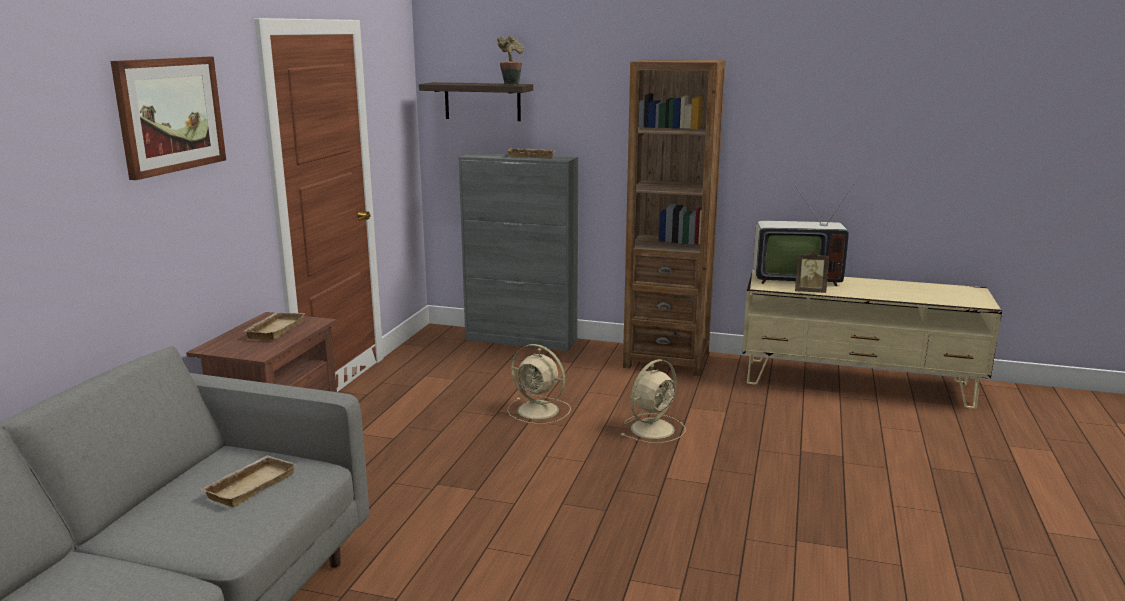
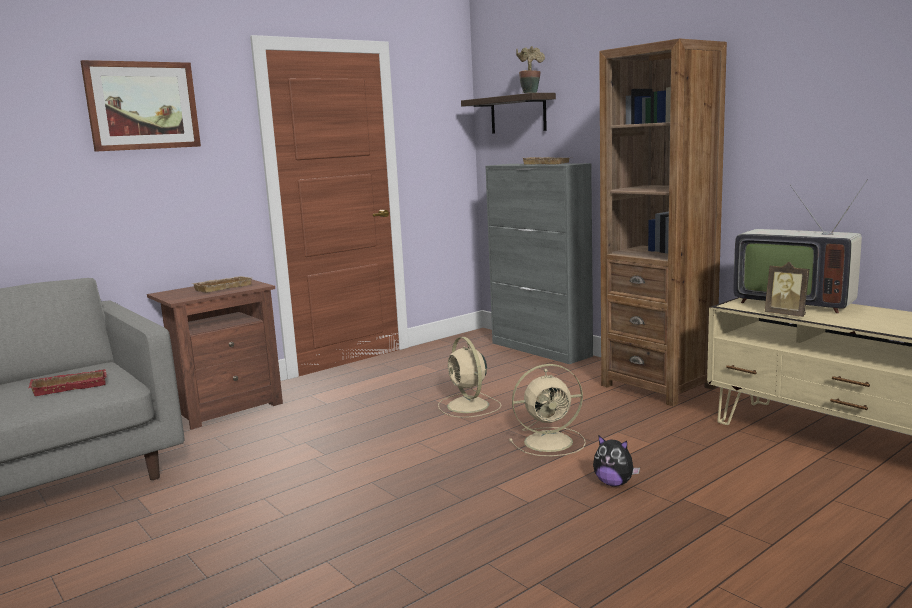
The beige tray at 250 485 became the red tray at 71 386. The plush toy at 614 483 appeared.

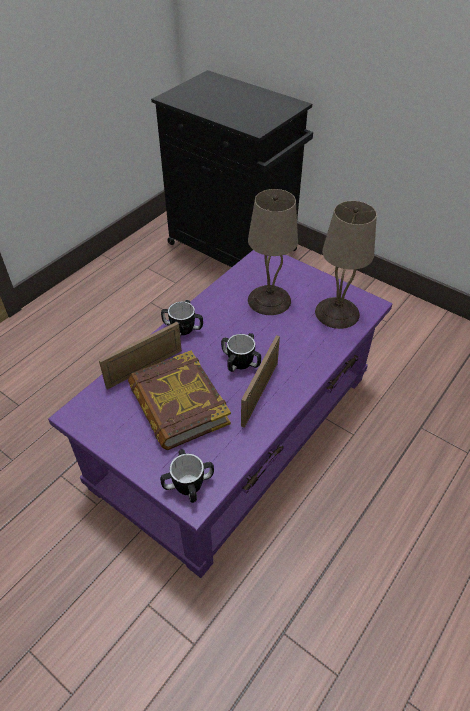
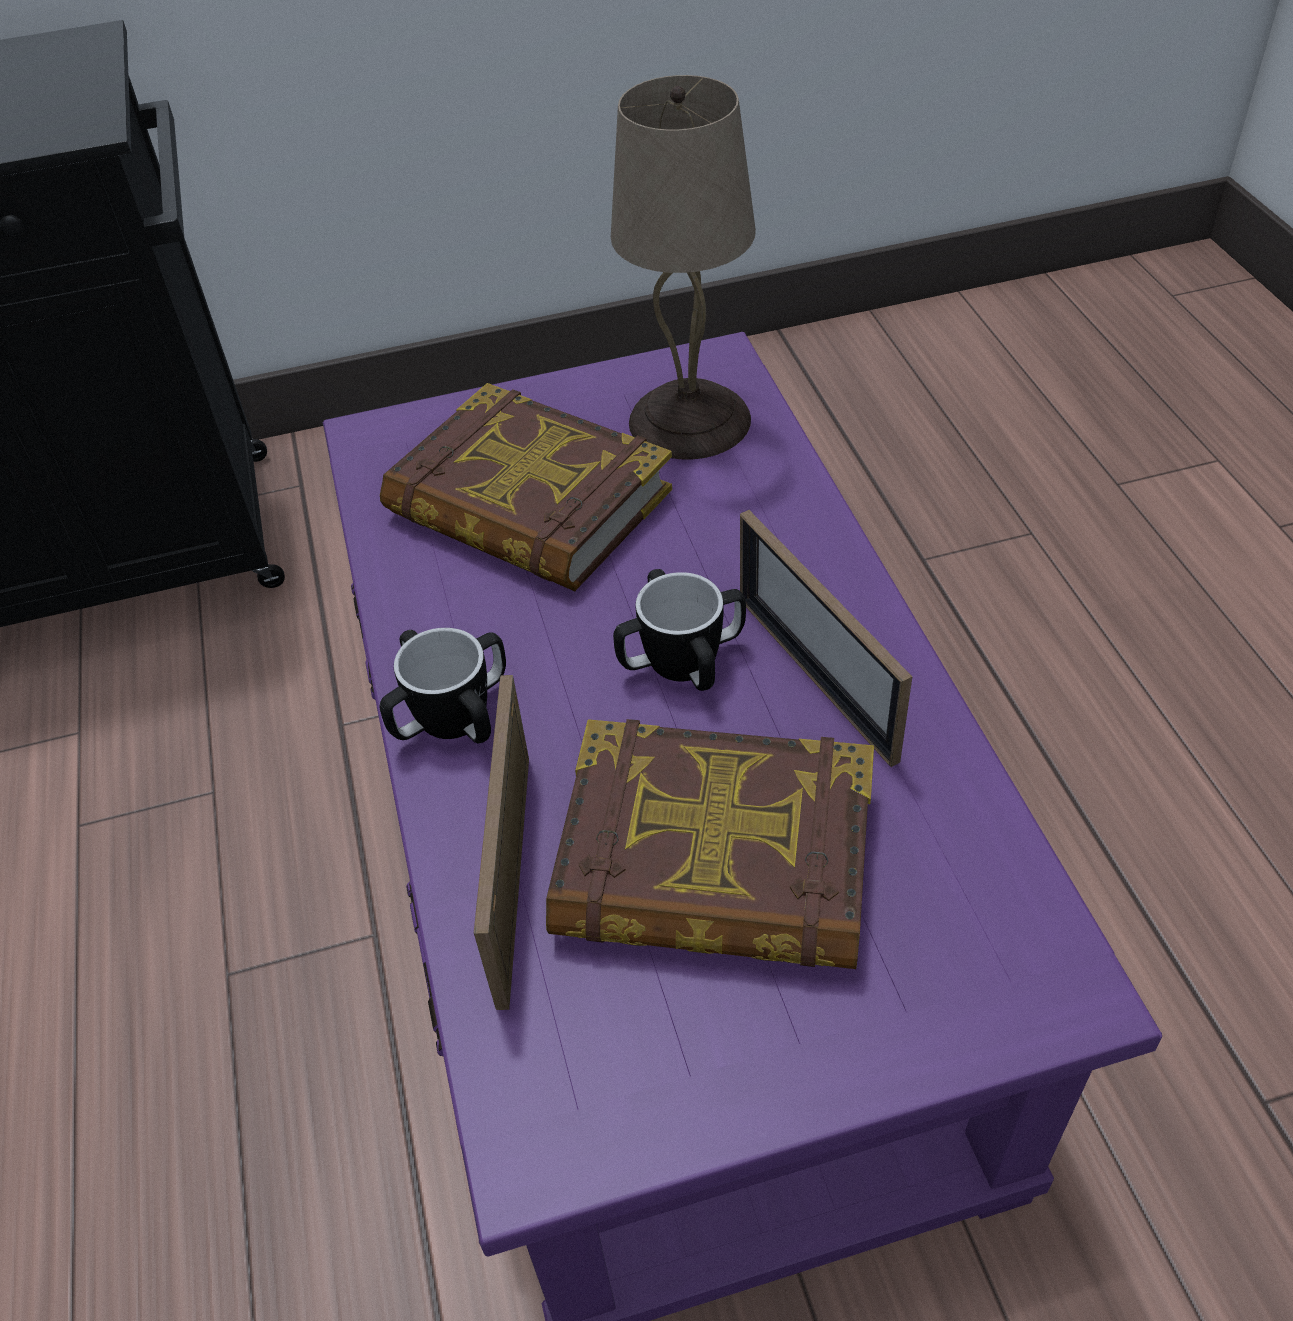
The beige table lamp at 268 300 was replaced by the book at 528 505. The mug at 188 485 disappeared.

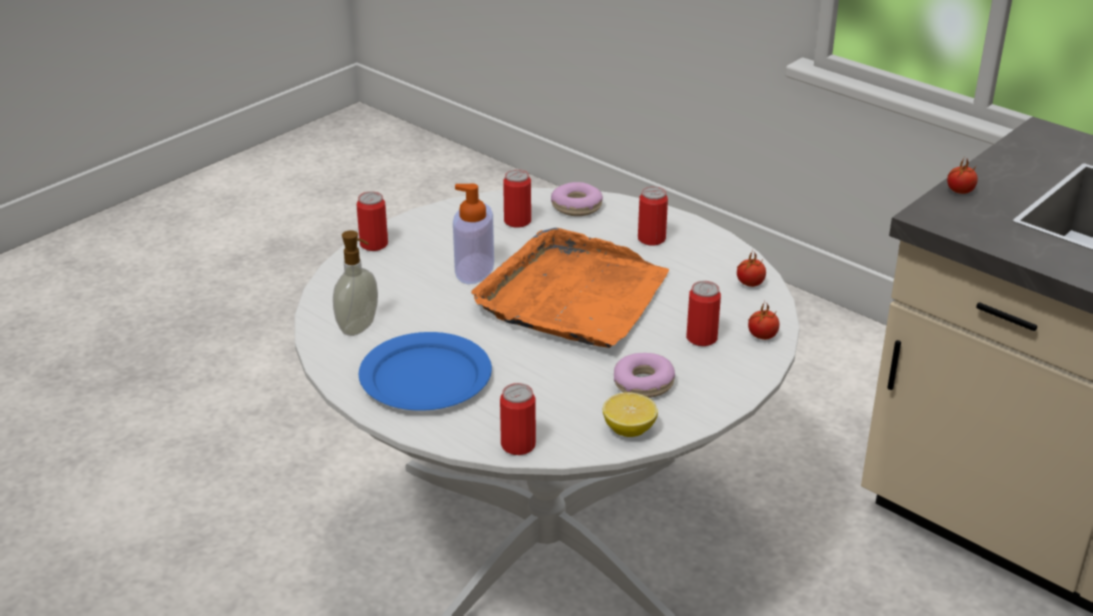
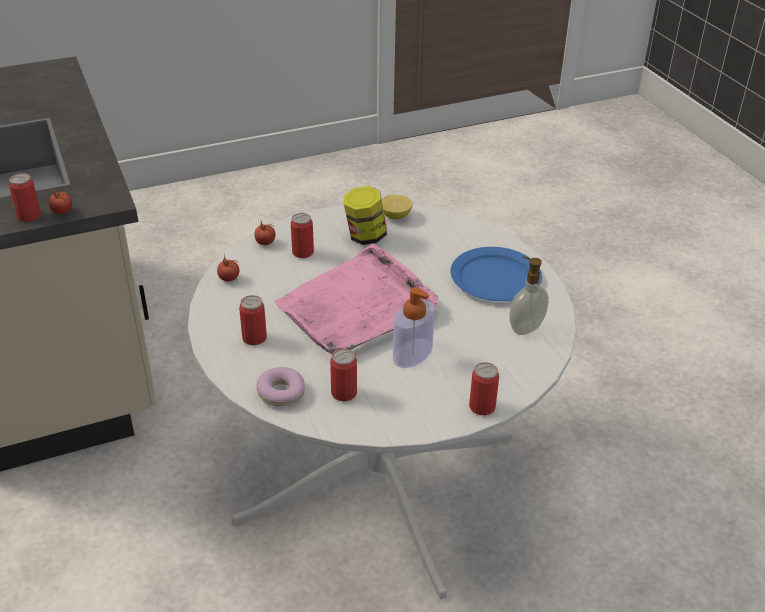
The can moved from 518 445 to 29 216. The orange tray at 573 296 became the pink tray at 357 306. The donut at 643 384 was replaced by the jar at 365 236.

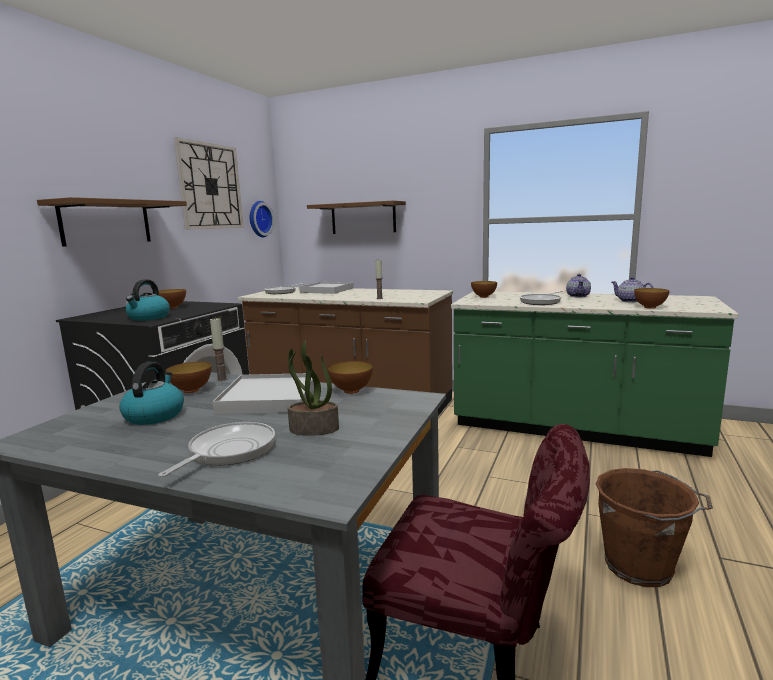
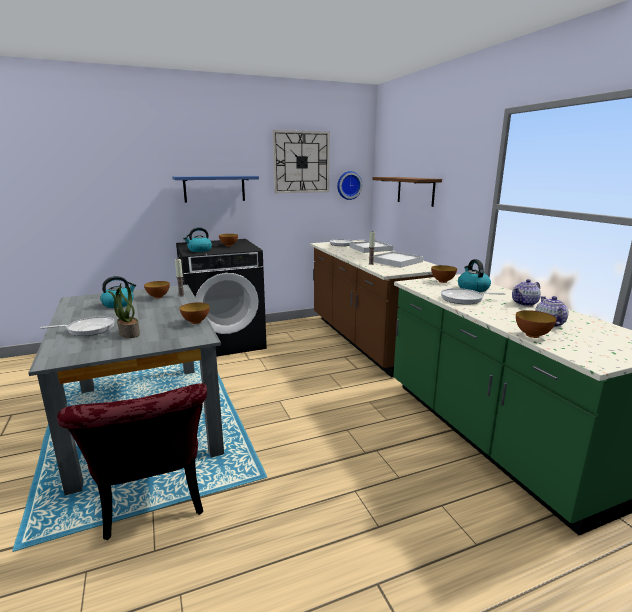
The brown shelf at 106 222 became the blue shelf at 214 188. The white tray moved from 269 398 to 396 261. The kettle at 472 288 appeared. The brown bucket at 641 567 disappeared.

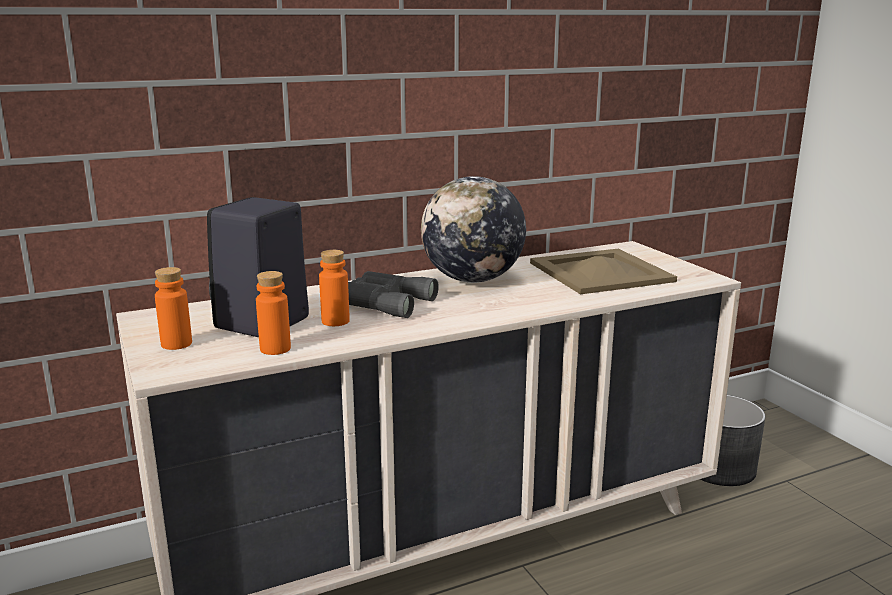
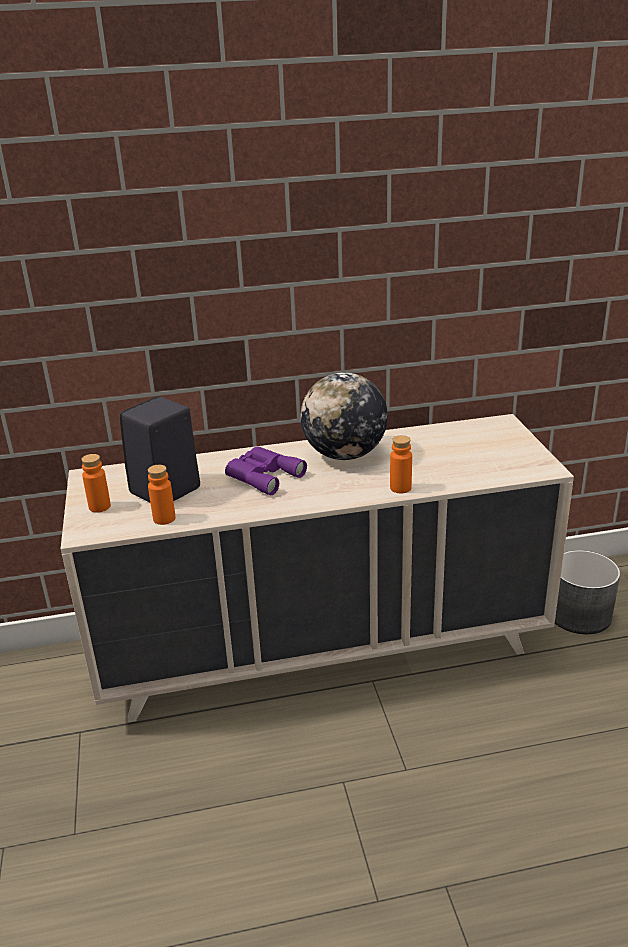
The grey binoculars at 383 302 became the purple binoculars at 262 475. The orange bottle moved from 335 321 to 400 488. The beige tray at 601 271 disappeared.

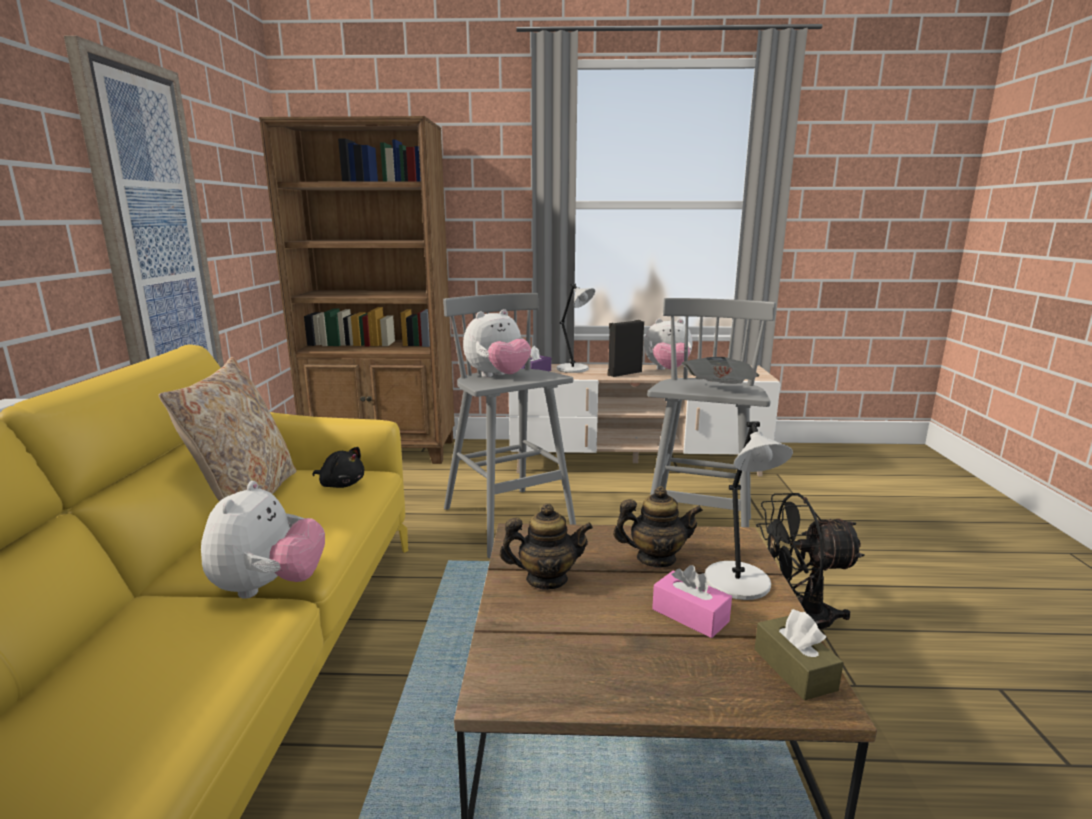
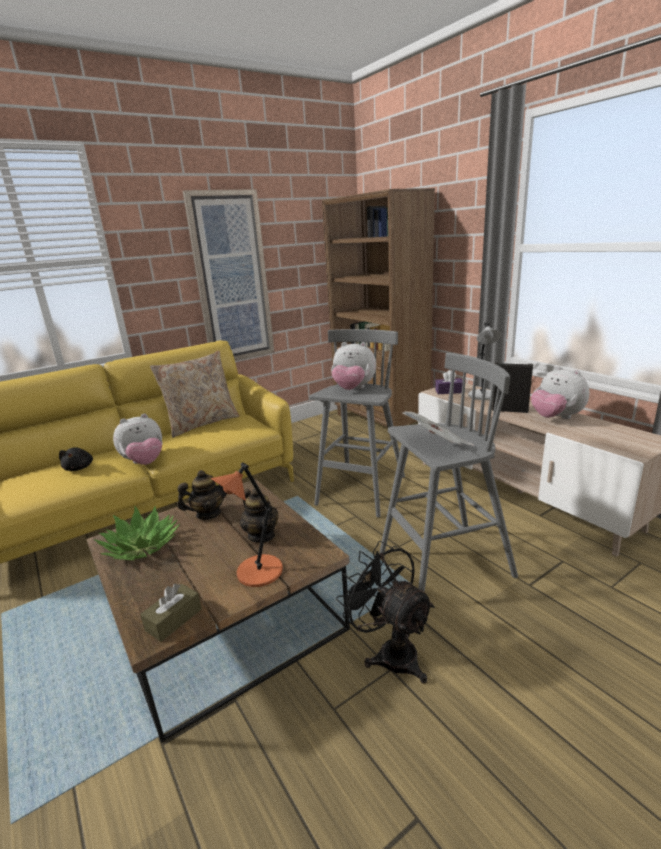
The black plush toy moved from 341 484 to 79 468. The potted plant at 142 547 appeared. The teapot at 546 579 turned 75 degrees counterclockwise. The grey table lamp at 739 584 became the orange table lamp at 257 573. The pink tissue box at 690 615 disappeared.

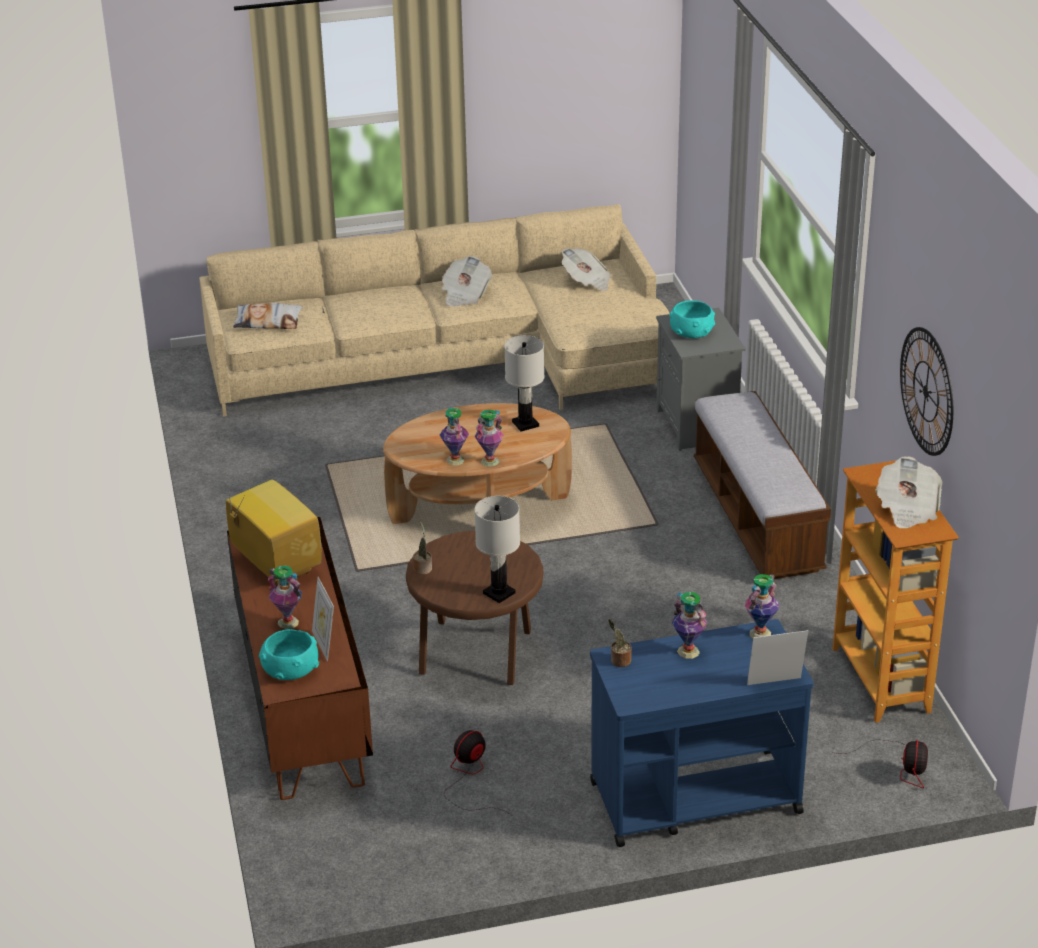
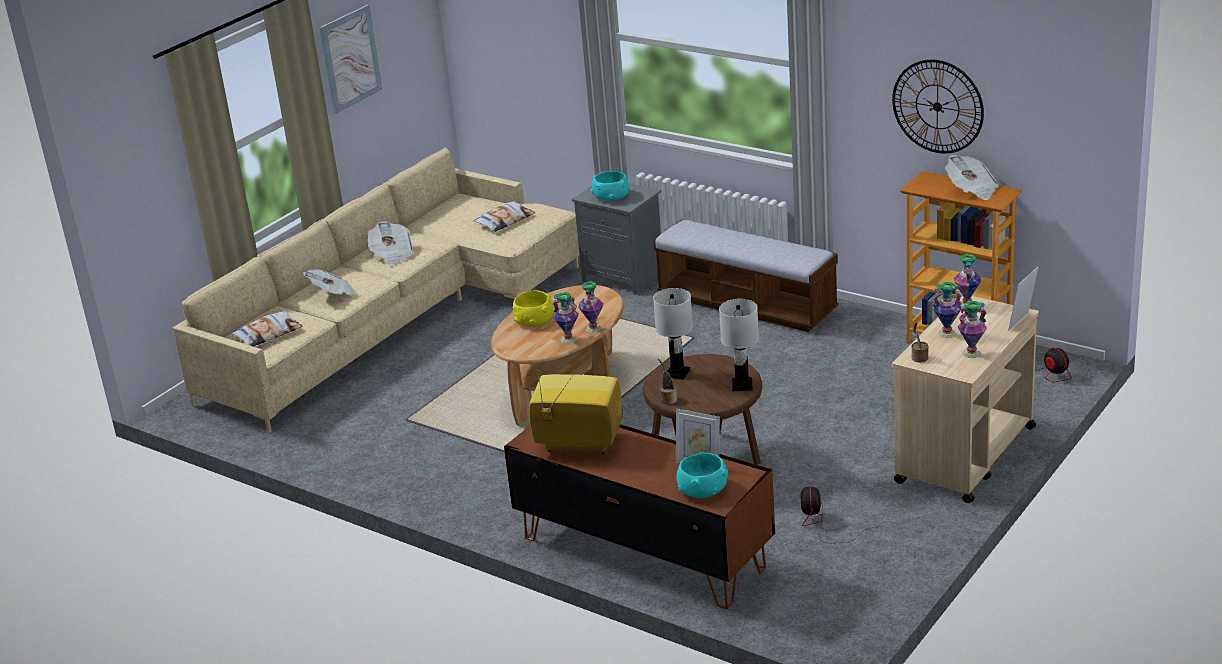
The newspaper moved from 587 281 to 333 294. The picture at 350 58 appeared. The pillow at 505 221 appeared. The yellow bowl at 534 320 appeared. The white table lamp moved from 525 424 to 677 373. The blue cart at 693 797 became the beige cart at 964 455. The vase moved from 288 622 to 971 353.

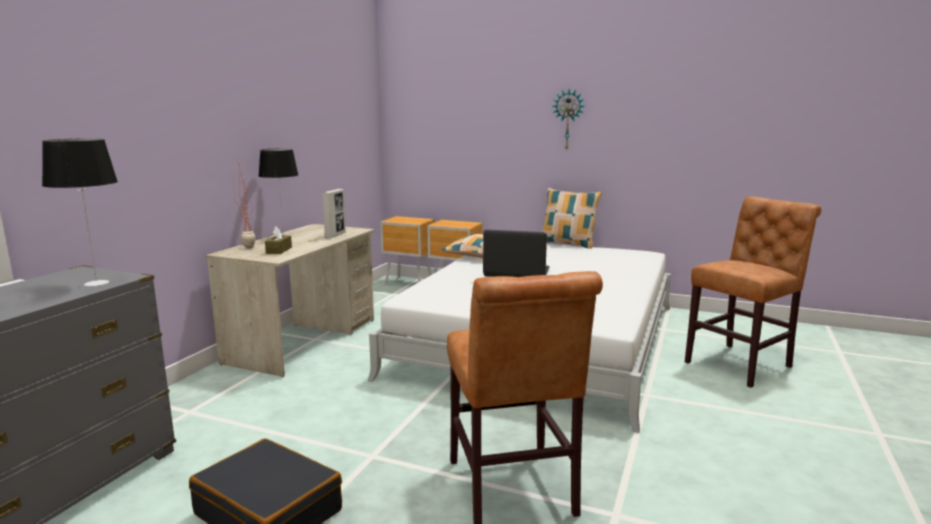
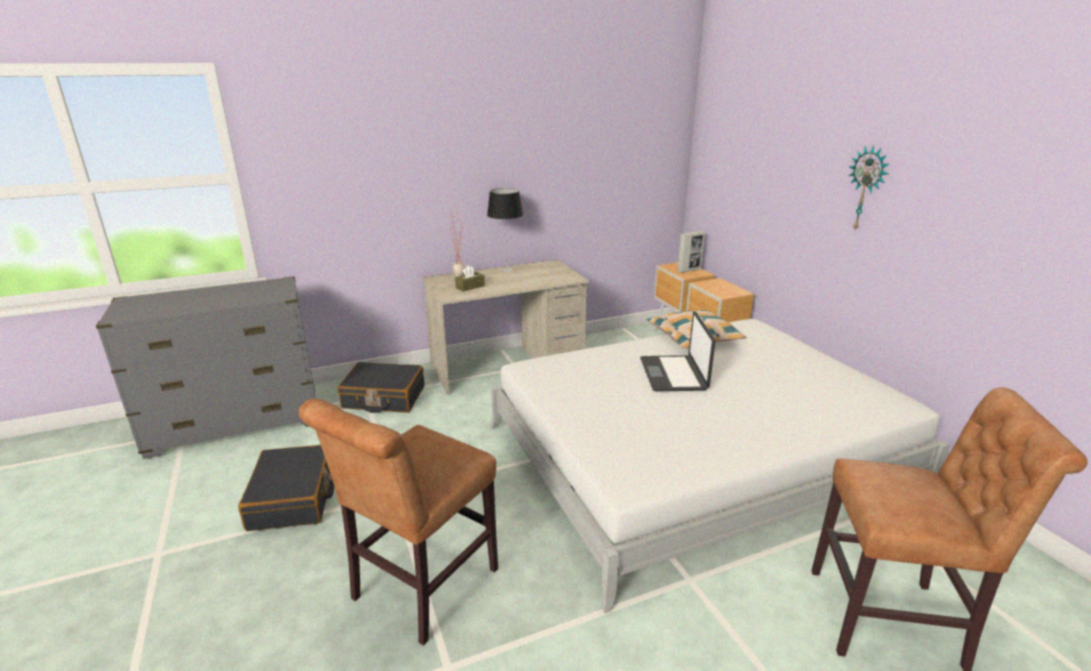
The black suitcase at 383 398 appeared. The laptop at 516 273 turned 150 degrees counterclockwise. The picture frame moved from 335 235 to 689 270. The table lamp at 97 283 disappeared. The pillow at 567 244 disappeared.

